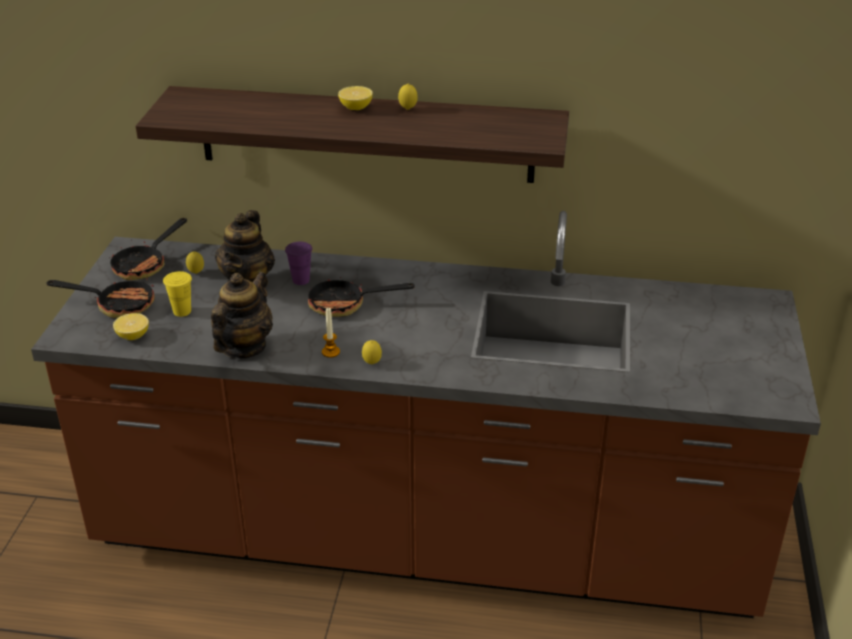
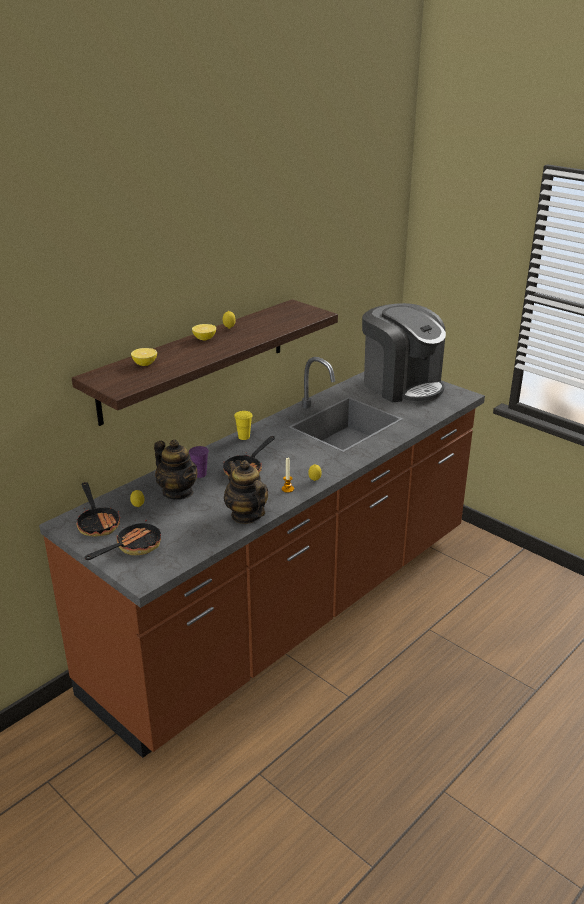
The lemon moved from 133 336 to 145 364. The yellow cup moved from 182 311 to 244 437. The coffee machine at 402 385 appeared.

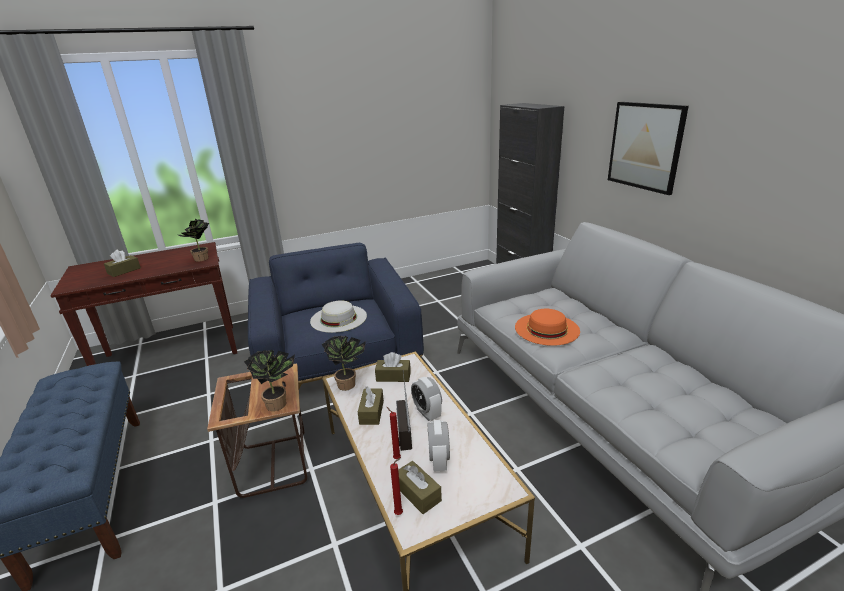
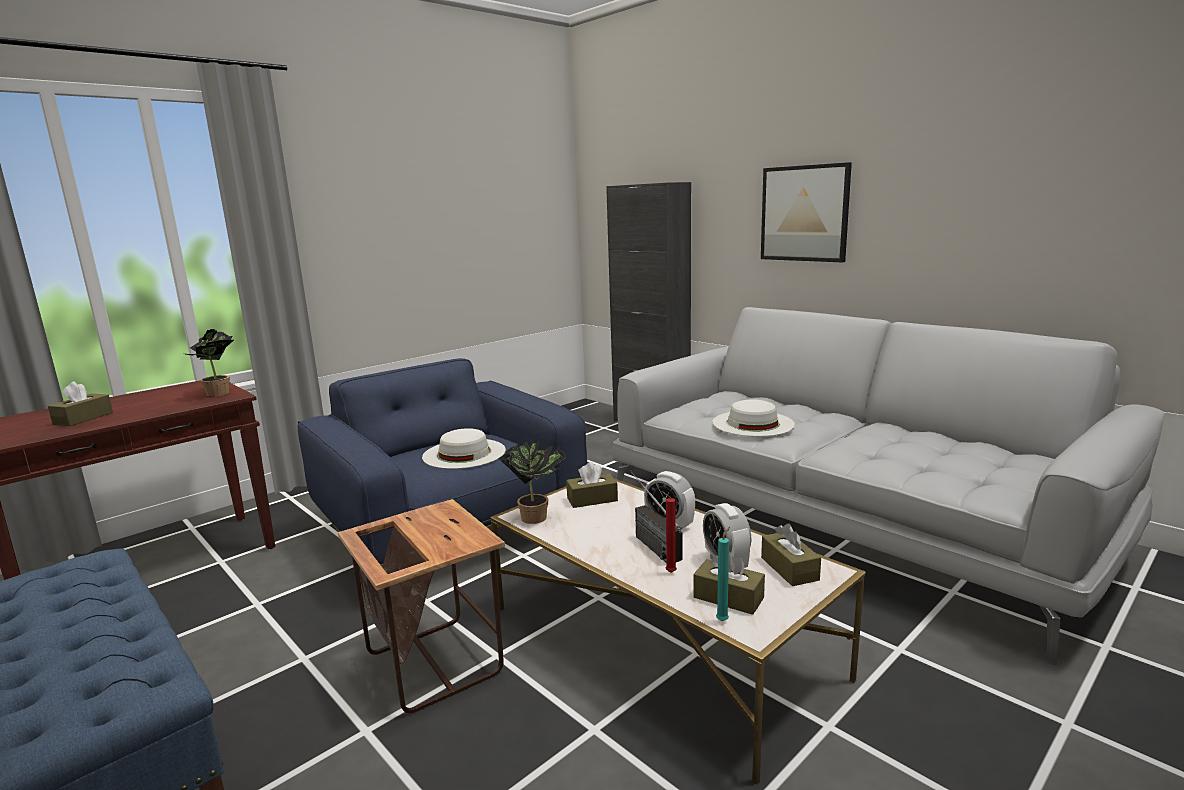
The orange hat at 547 328 became the white hat at 753 423. The red candle at 400 513 became the turquoise candle at 723 620. The brown tissue box moved from 371 412 to 789 569. The potted plant at 279 403 disappeared.

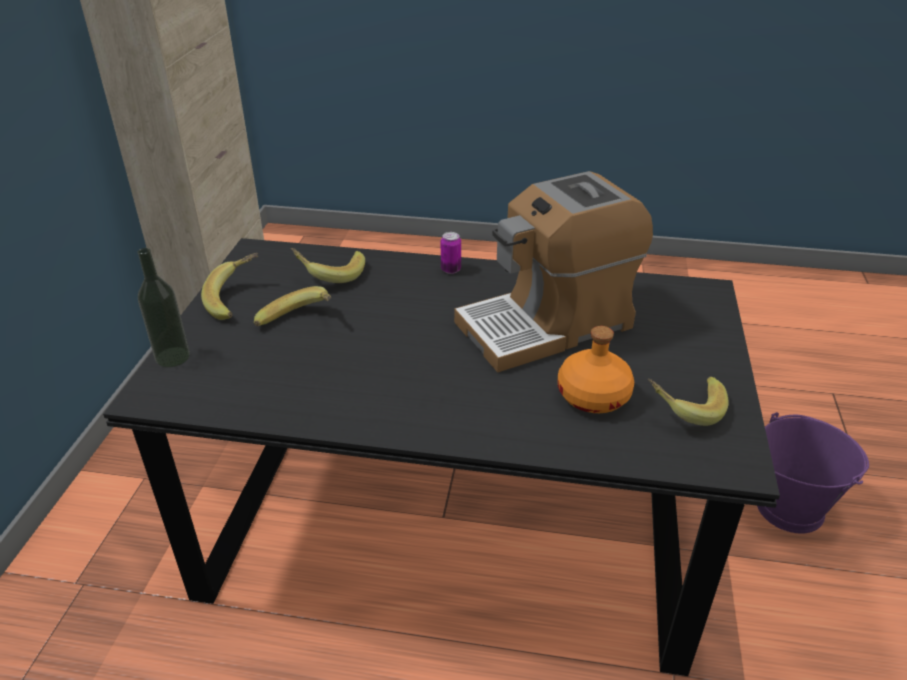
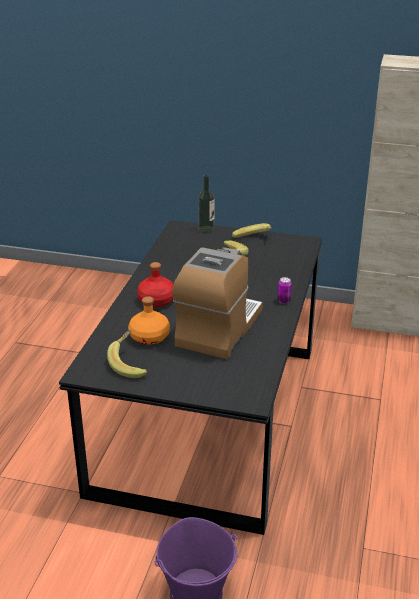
The red bottle at 156 300 appeared. The coffee machine at 547 324 turned 45 degrees clockwise. The banana at 330 274 disappeared.

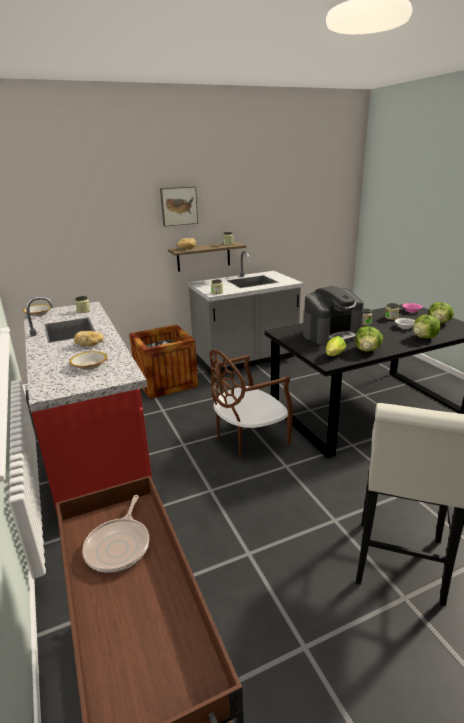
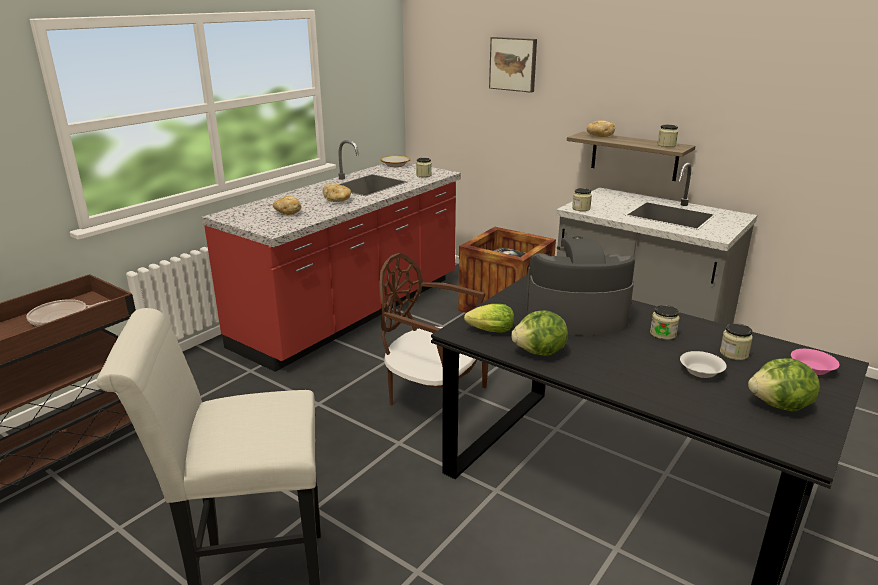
The bowl at 89 365 was replaced by the bread at 288 213. The picture moved from 178 206 to 513 64. The coffee machine at 331 334 turned 150 degrees clockwise. The lettuce at 424 338 disappeared.

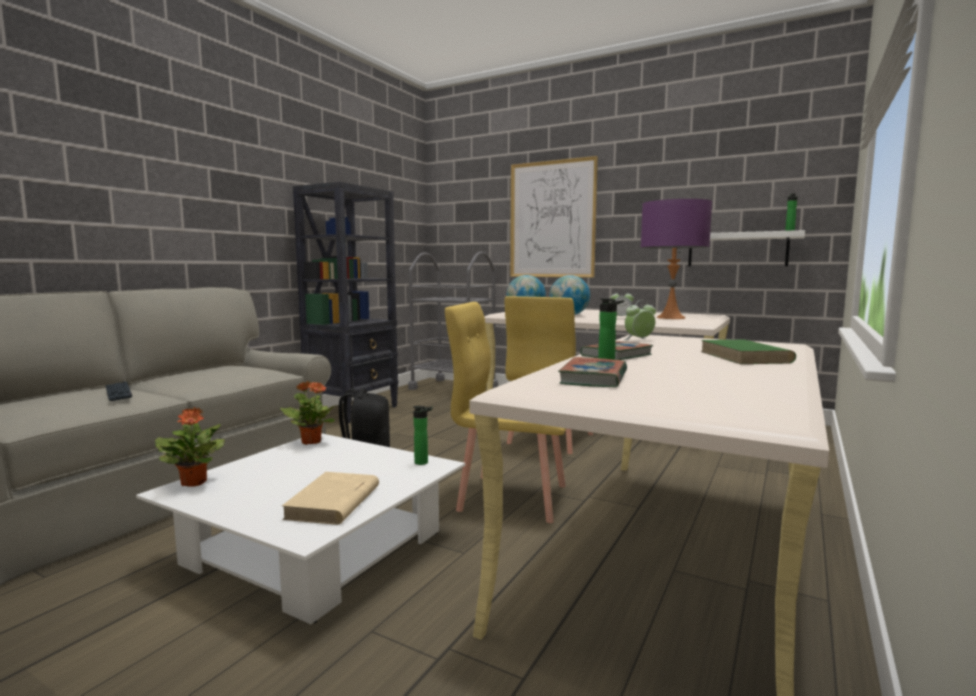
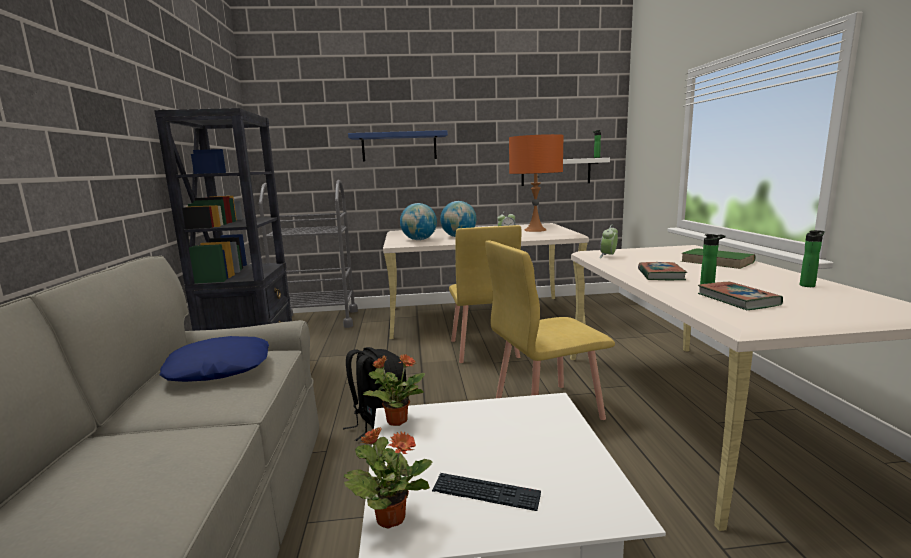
The blue pillow at 219 368 appeared. The picture at 552 219 was replaced by the blue shelf at 399 146. The keyboard moved from 118 392 to 486 493. The purple table lamp at 671 317 became the orange table lamp at 535 230. The bottle moved from 423 462 to 808 285. The beige book at 333 503 disappeared.

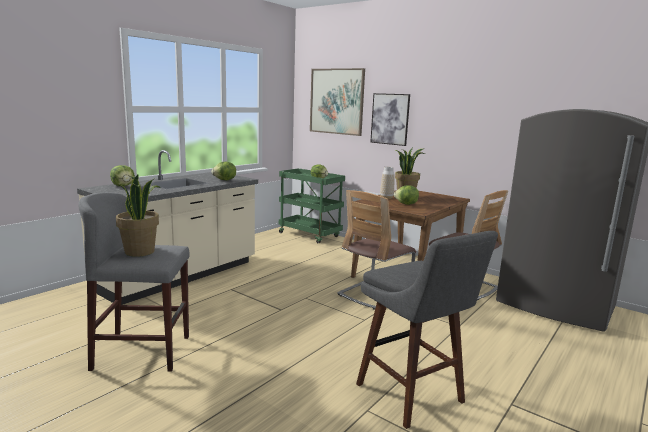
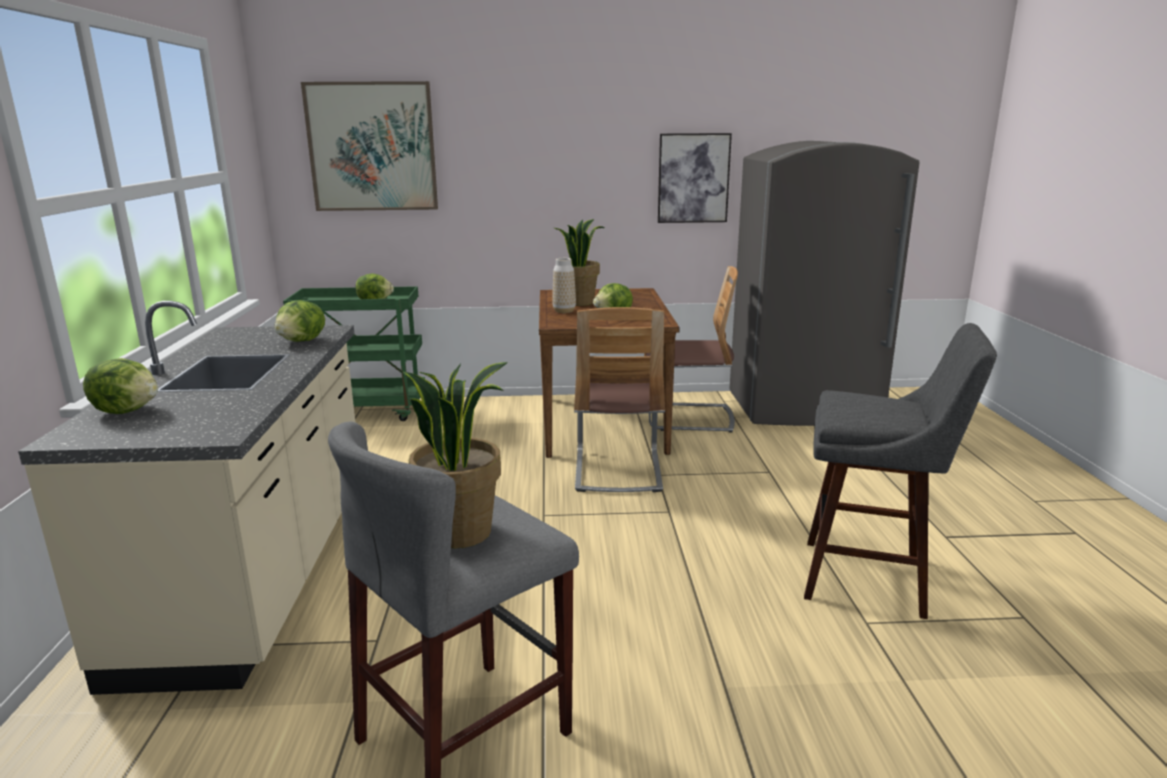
The picture moved from 390 119 to 693 178.

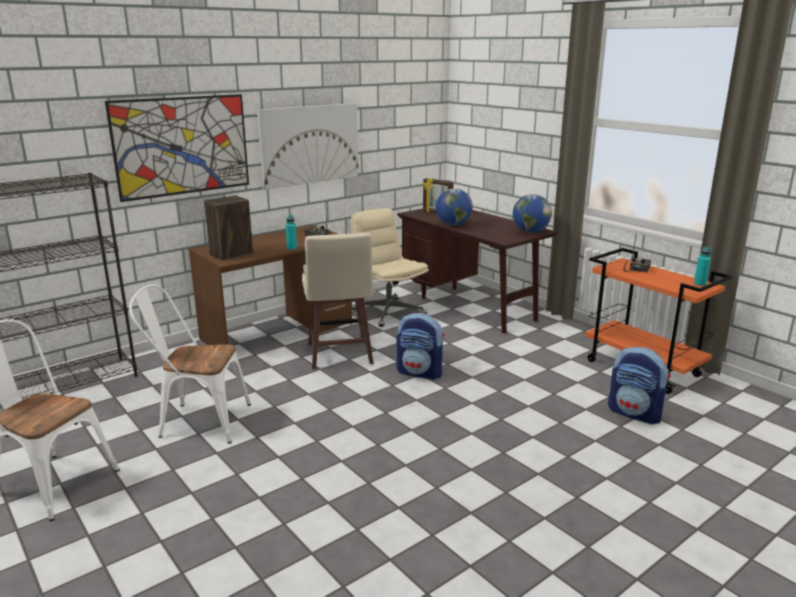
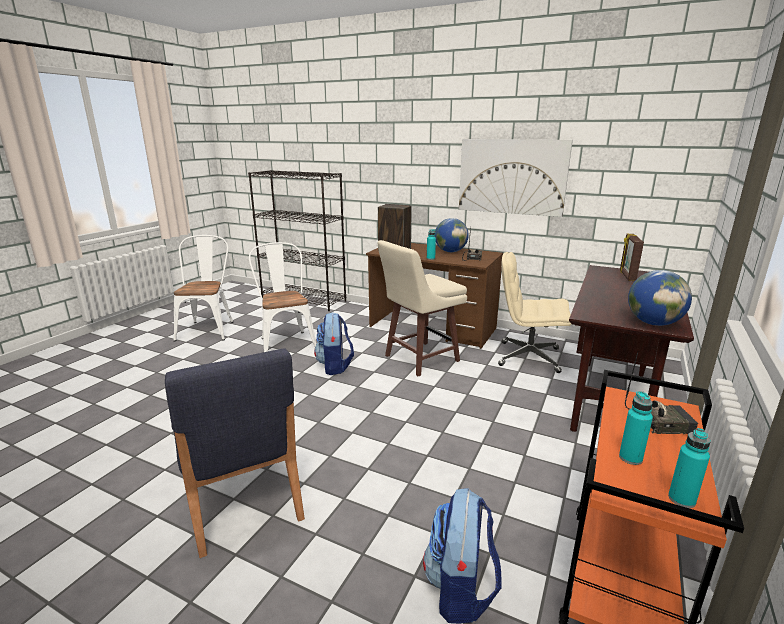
The blue chair at 242 501 appeared. The backpack moved from 420 372 to 335 366. The globe moved from 453 225 to 450 251. The beige office chair at 388 312 turned 105 degrees counterclockwise. The turquoise bottle at 630 458 appeared. The picture at 182 146 disappeared.

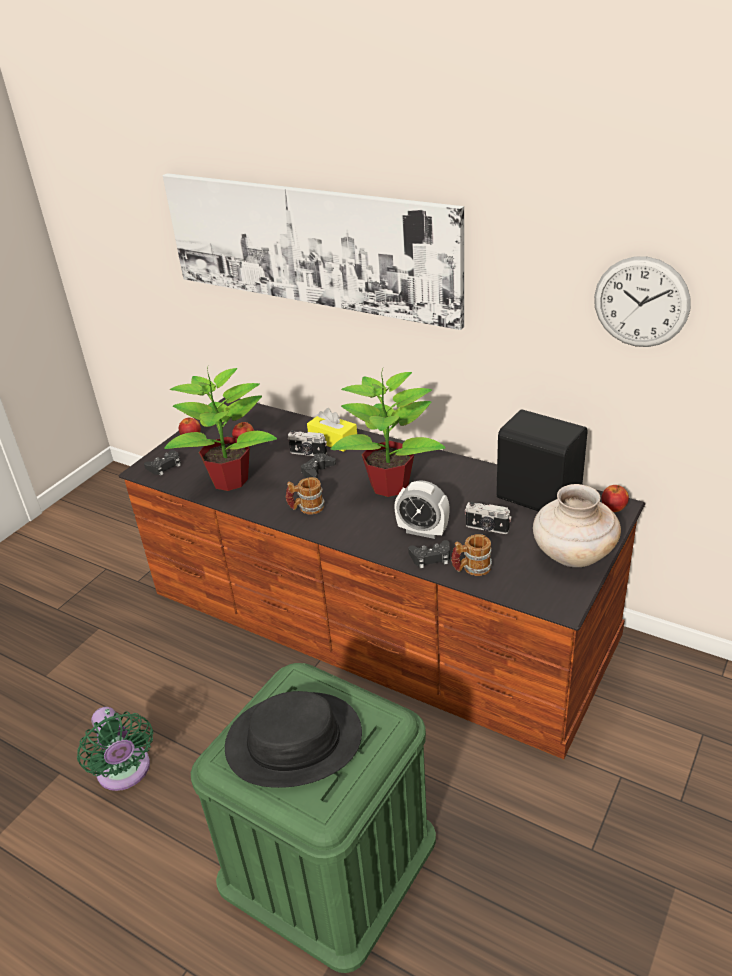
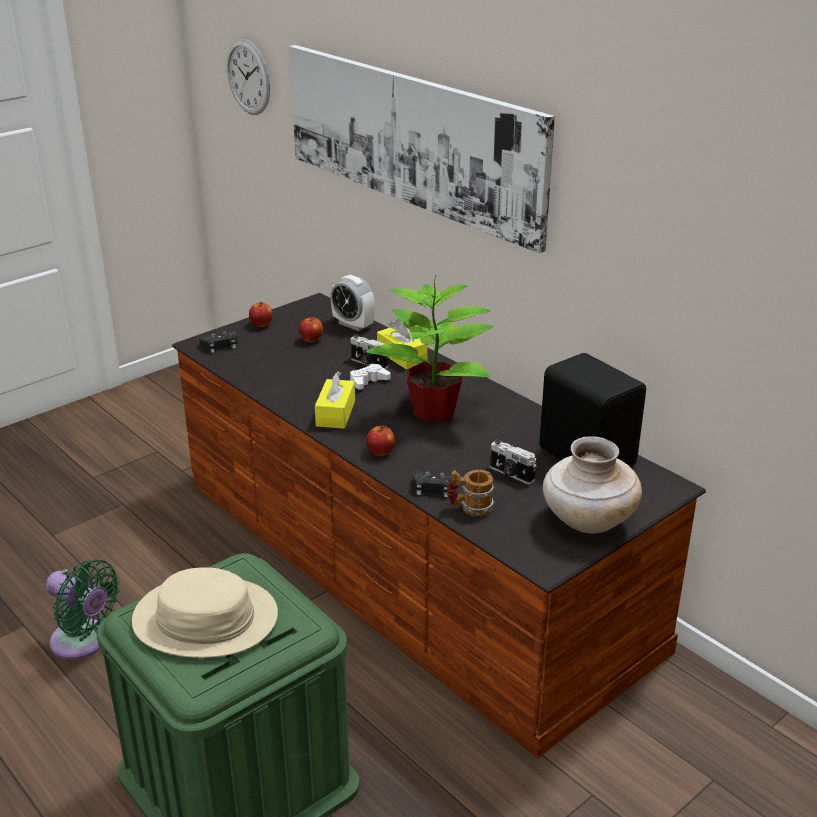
The green fan at 125 772 turned 45 degrees counterclockwise. The black hat at 294 741 became the beige hat at 205 619. The wall clock moved from 641 302 to 248 77. The mug at 306 508 was replaced by the yellow tissue box at 335 413. The alarm clock moved from 422 531 to 353 325. The black game controller at 317 470 became the white game controller at 368 381. The apple moved from 613 508 to 380 452. The potted plant at 231 480 disappeared.

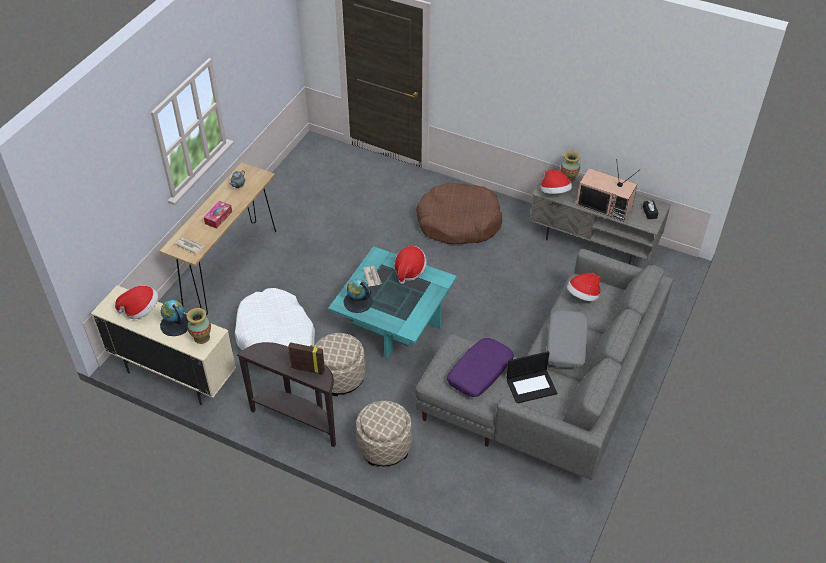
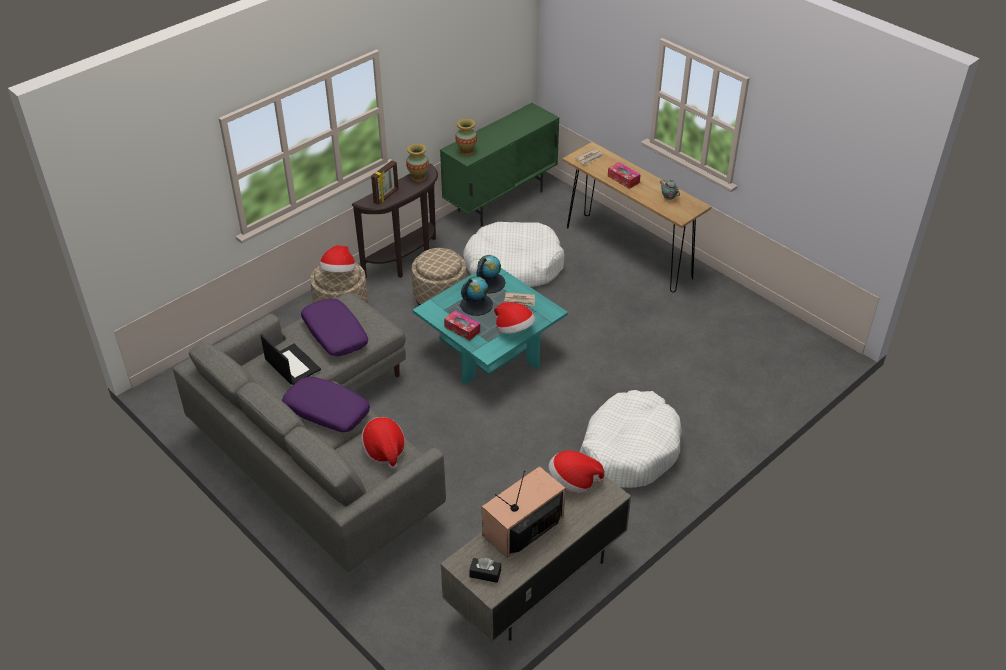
The laptop at 531 386 turned 135 degrees clockwise. The grey pillow at 566 344 became the purple pillow at 326 411. The hat moved from 141 310 to 339 272. The vase moved from 568 178 to 418 177. The beige cabinet at 174 376 became the green cabinet at 501 201. The tissue box at 462 329 appeared. The globe moved from 175 324 to 476 304. The brown dog bed at 458 222 became the white dog bed at 629 449.

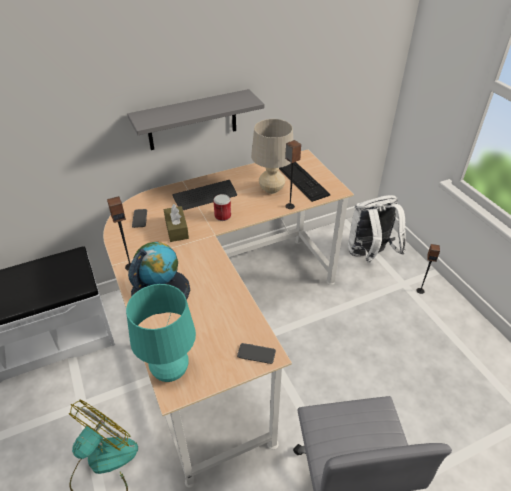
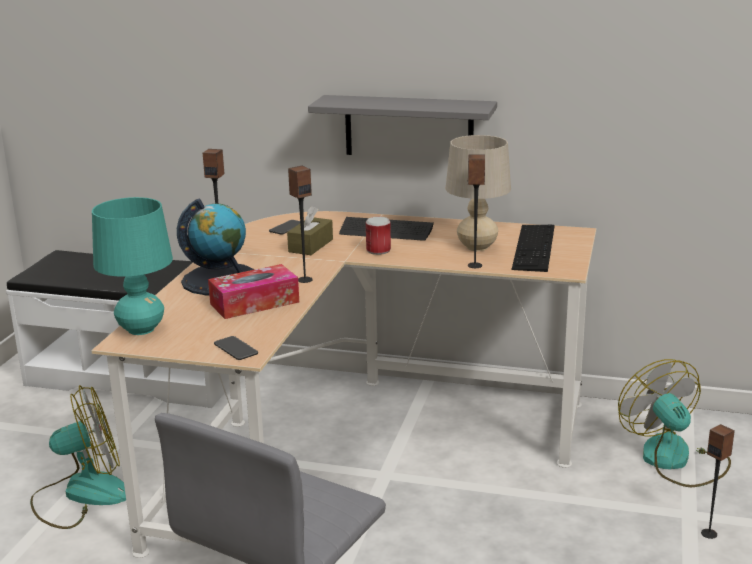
The tissue box at 254 303 appeared. The speaker at 304 280 appeared. The white backpack at 369 255 was replaced by the fan at 675 460.

